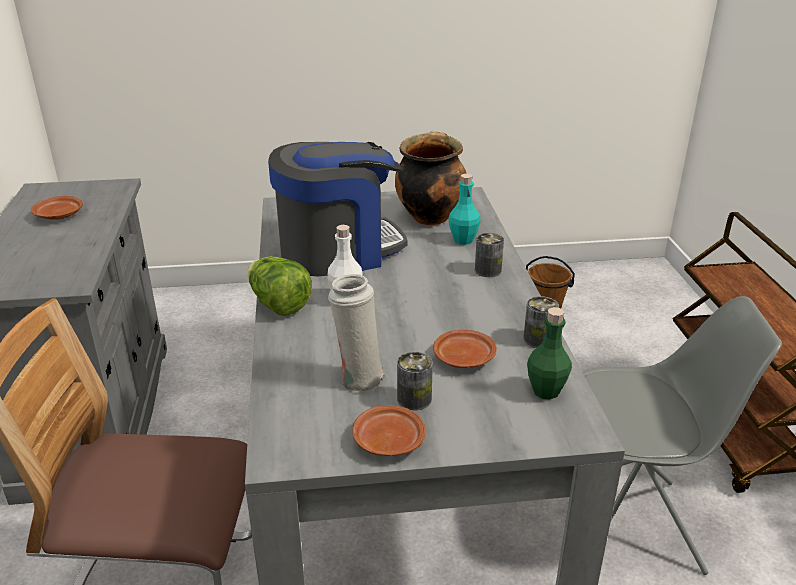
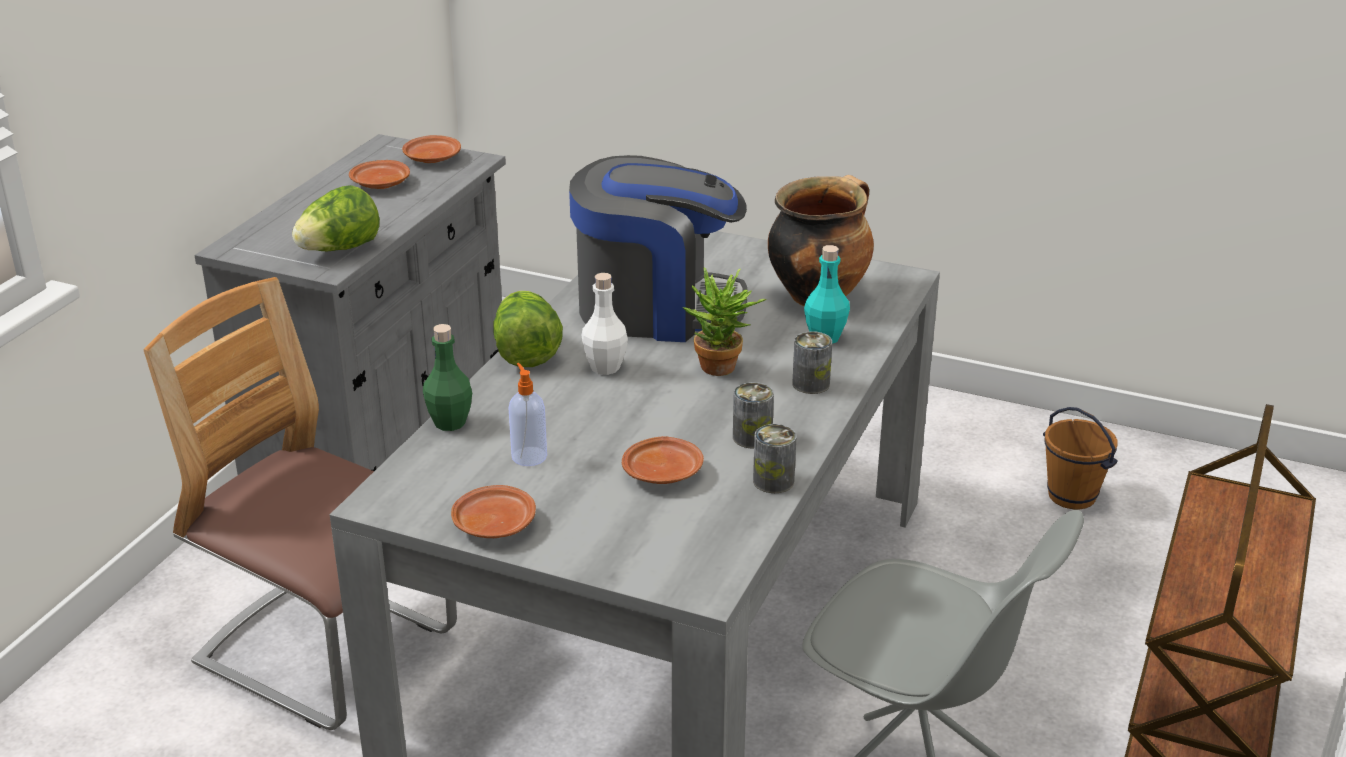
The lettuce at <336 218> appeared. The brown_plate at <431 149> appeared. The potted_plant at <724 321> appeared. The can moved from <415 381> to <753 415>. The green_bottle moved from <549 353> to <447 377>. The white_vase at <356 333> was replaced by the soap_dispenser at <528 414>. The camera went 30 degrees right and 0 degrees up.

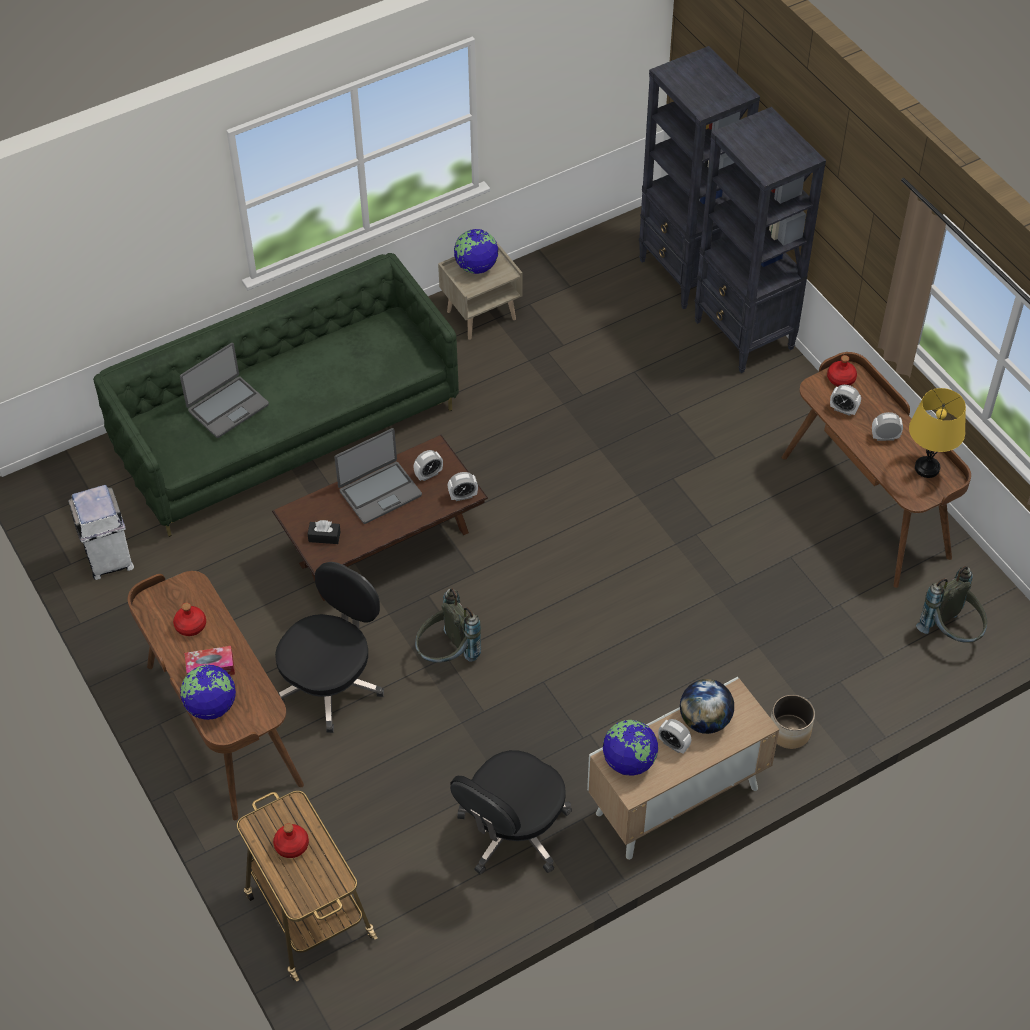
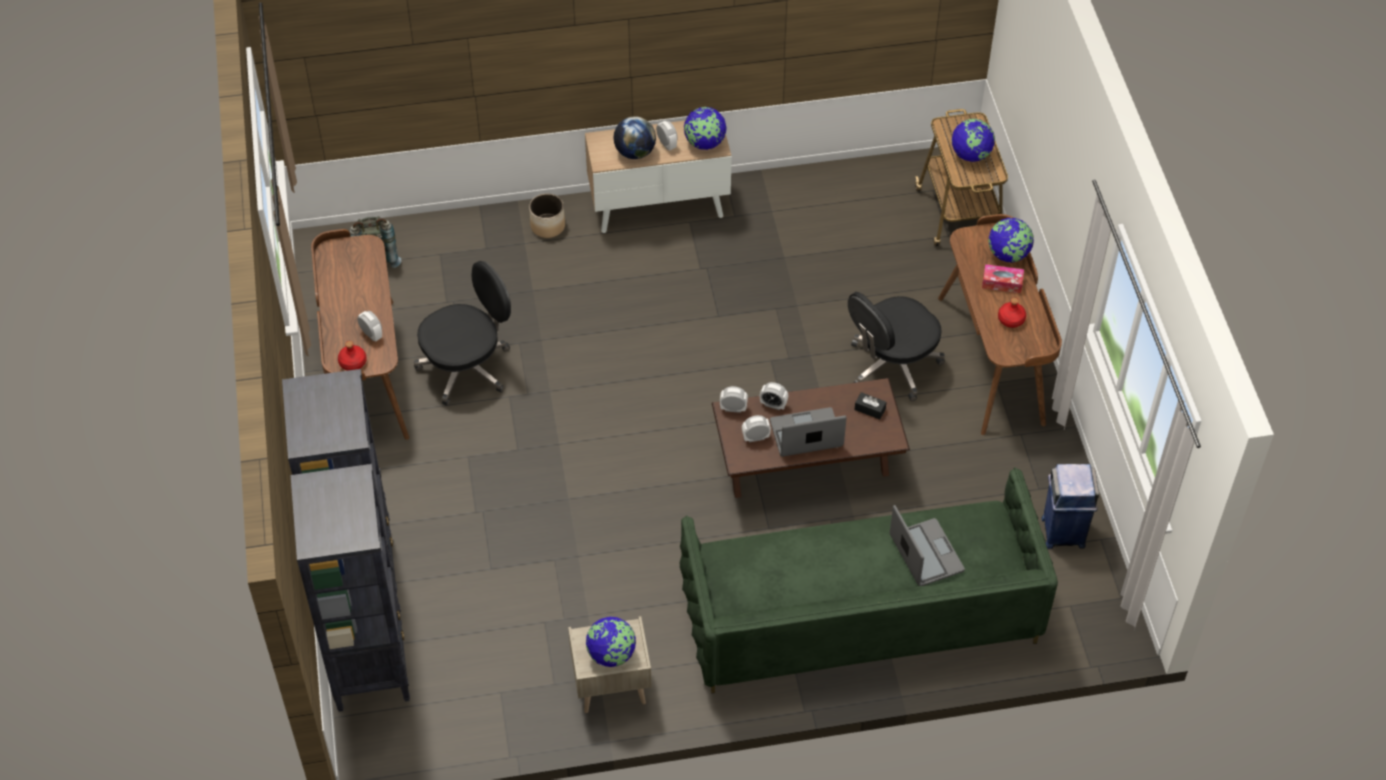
The grey_backpack at <448 625> disappeared. The yellow_table_lamp at <937 433> disappeared. The black_office_chair moved from <511 812> to <462 333>. The alarm_clock moved from <887 426> to <774 396>. The red_bottle at <291 840> was replaced by the globe at <973 140>. The white_trash_can at <101 532> became the blue_trash_can at <1070 506>. The laptop at <224 390> turned 90 degrees clockwise. The camera went 160 degrees left and 0 degrees up.

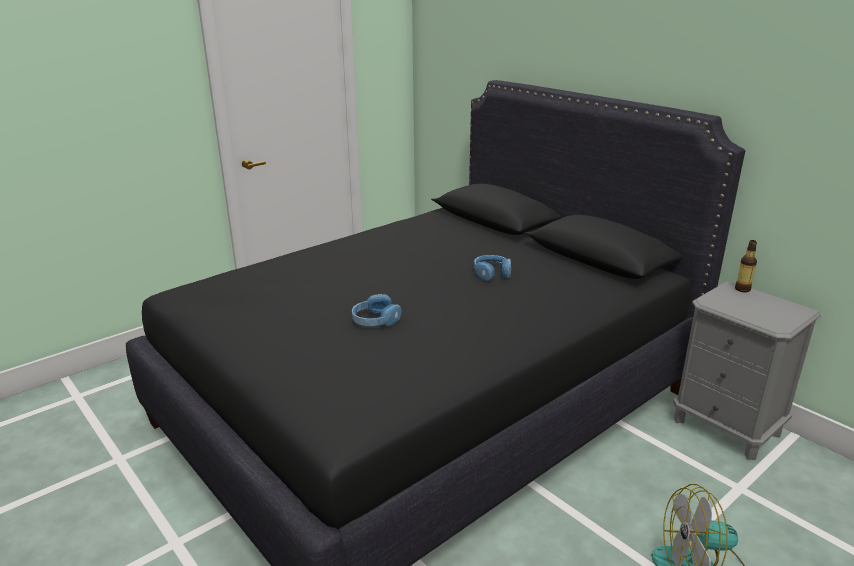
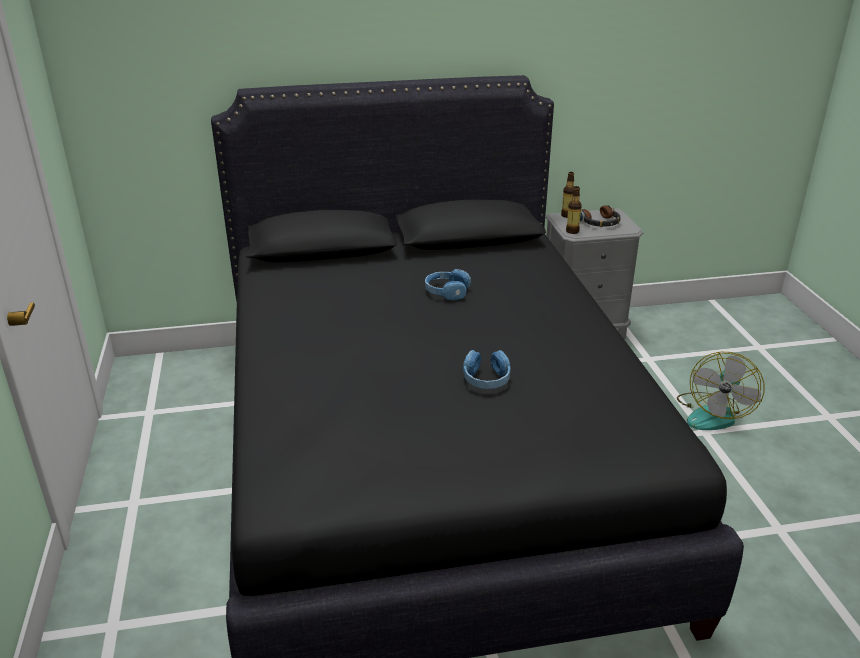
The bottle at <574 210> appeared. The headphones at <600 216> appeared. The camera went 60 degrees left and 5 degrees up.

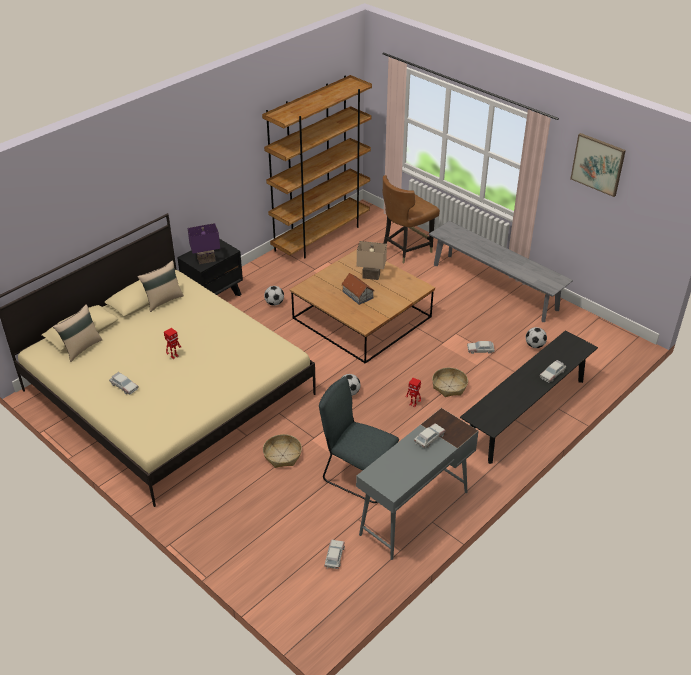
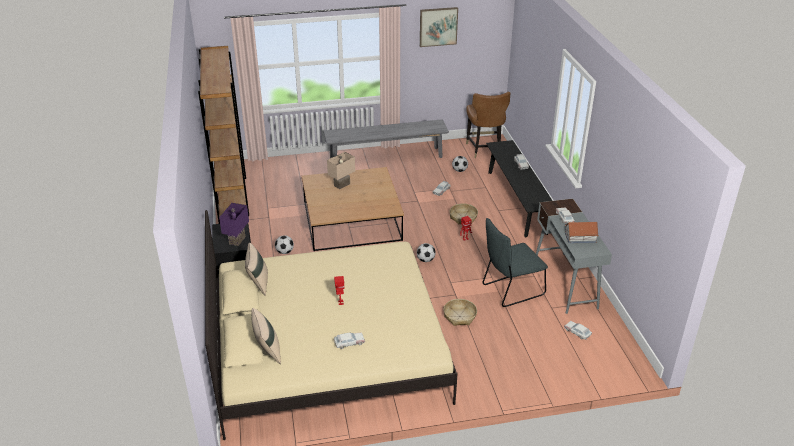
The toy_house moved from <358 289> to <582 232>. The brown_chair moved from <411 219> to <488 125>. The camera went 55 degrees left and 5 degrees down.

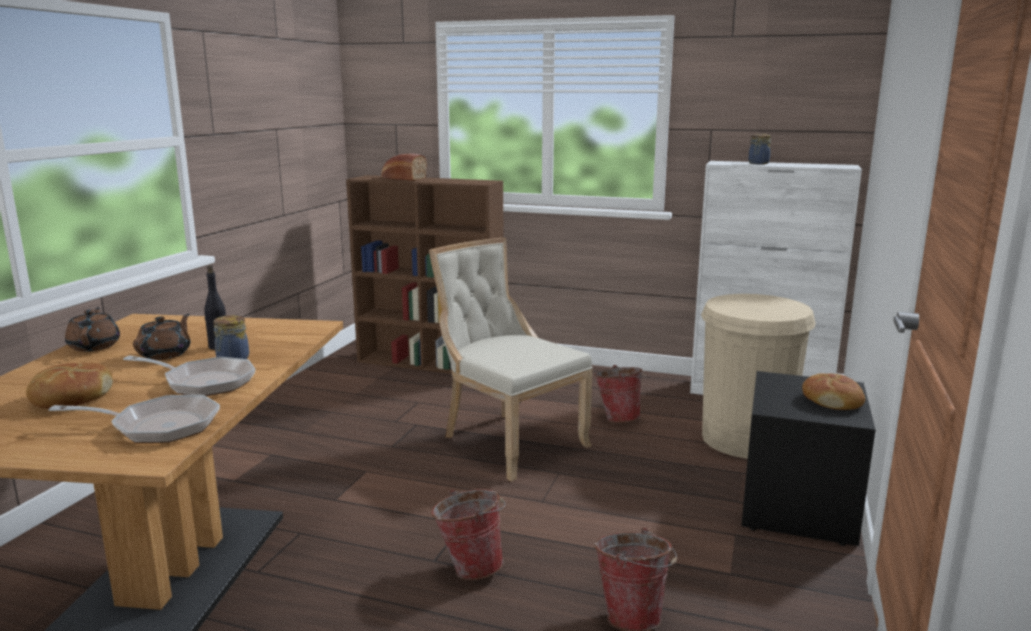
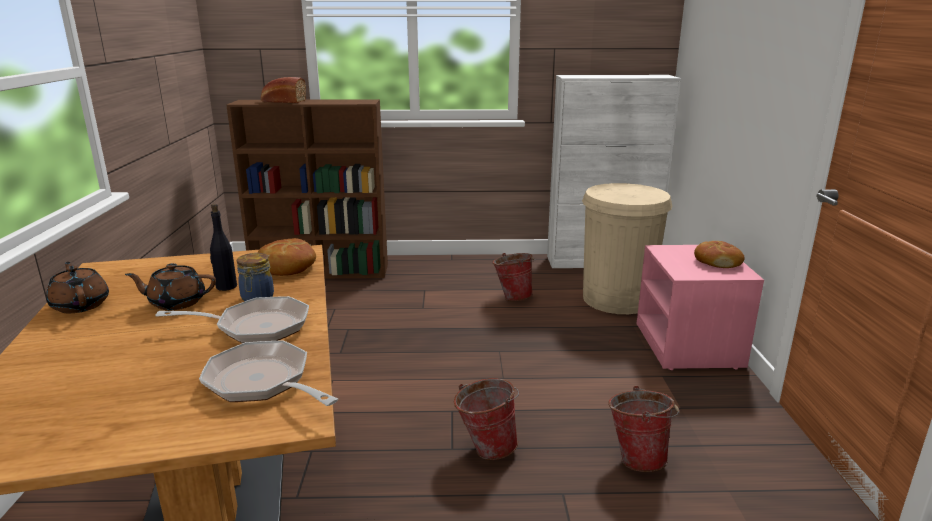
The beige_chair at <511 360> disappeared. The jar at <759 149> disappeared. The bread moved from <69 386> to <286 257>. The black_nightstand at <808 458> became the pink_nightstand at <700 307>. The frying_pan at <134 419> turned 120 degrees counterclockwise. The brown_teapot at <161 337> turned 90 degrees counterclockwise. The camera went 20 degrees left and 5 degrees up.

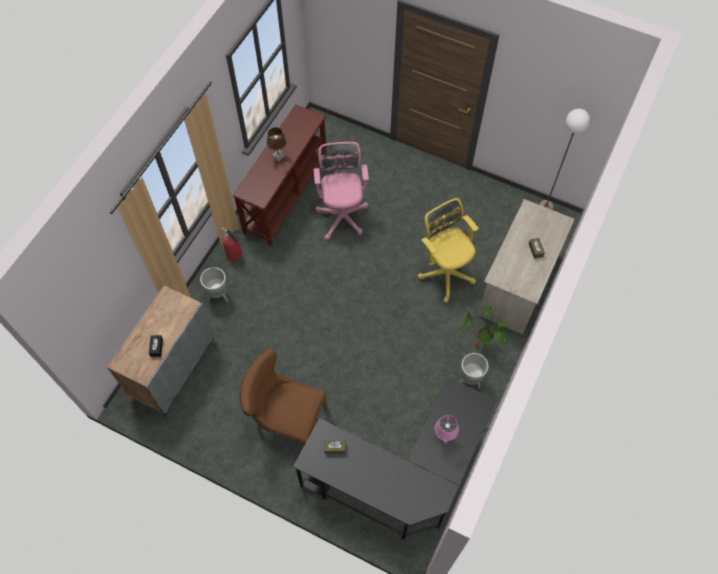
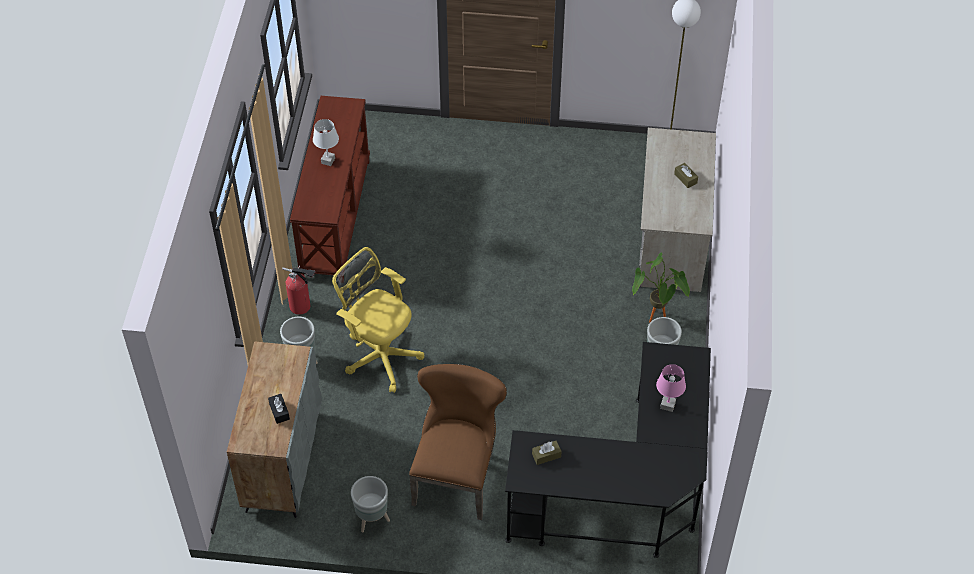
The pink_office_chair at <341 191> disappeared. The grey_planter at <370 504> appeared. The yellow_office_chair moved from <448 250> to <378 320>. The brown_table_lamp at <277 144> became the white_table_lamp at <326 142>. The brown_chair at <284 397> turned 105 degrees clockwise. The camera went 20 degrees left and 10 degrees down.

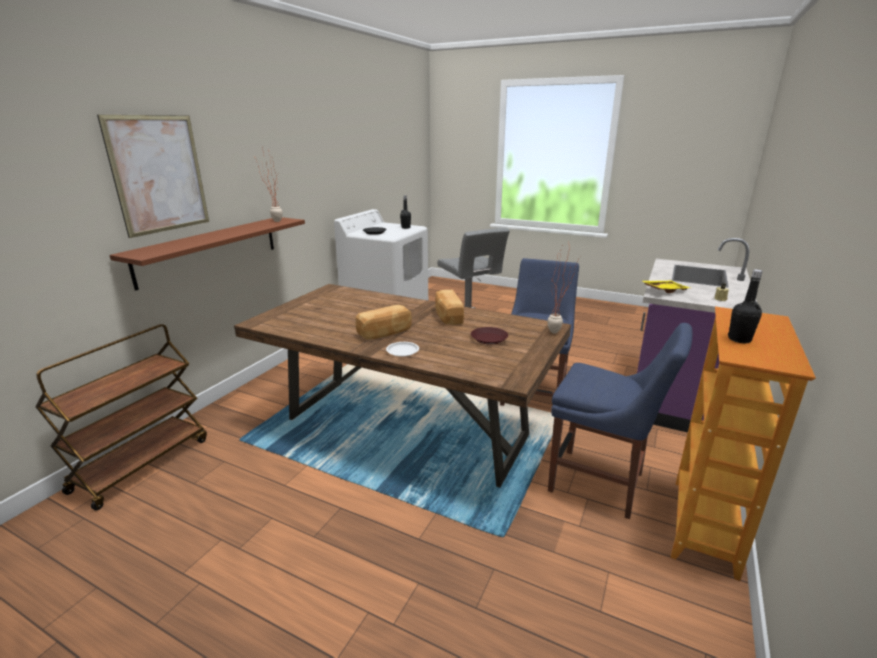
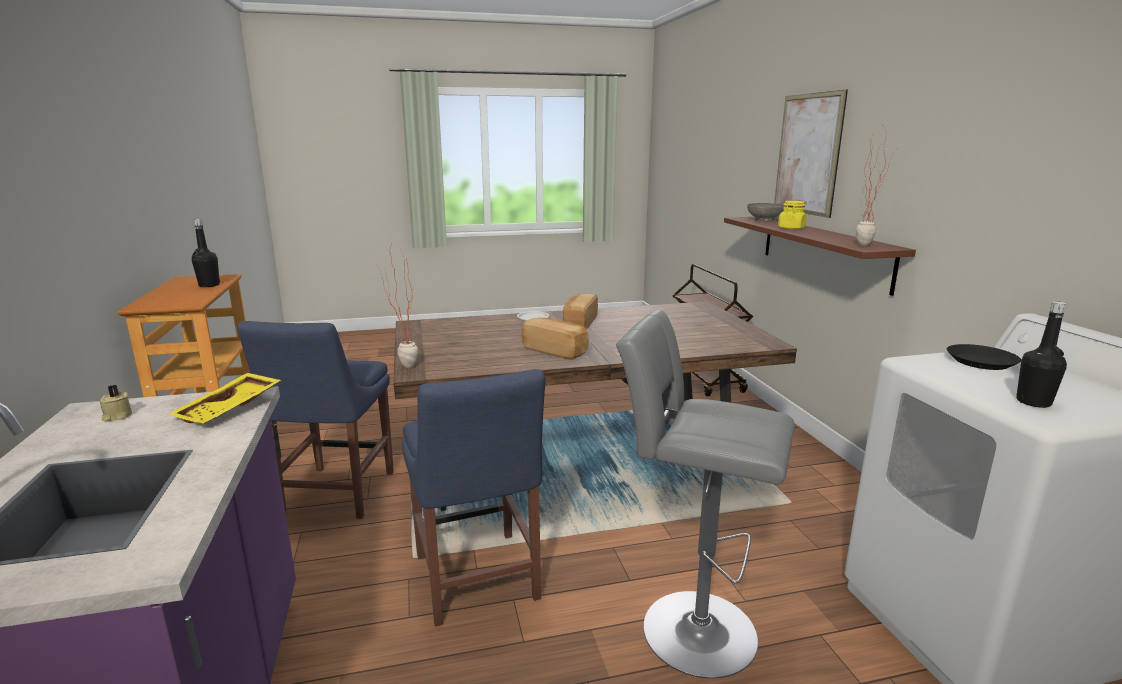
The brown_plate at <489 336> disappeared. The grey_bowl at <765 212> appeared. The yellow_jar at <792 215> appeared. The blue_chair at <620 421> turned 75 degrees counterclockwise. The camera went 140 degrees right and 5 degrees down.

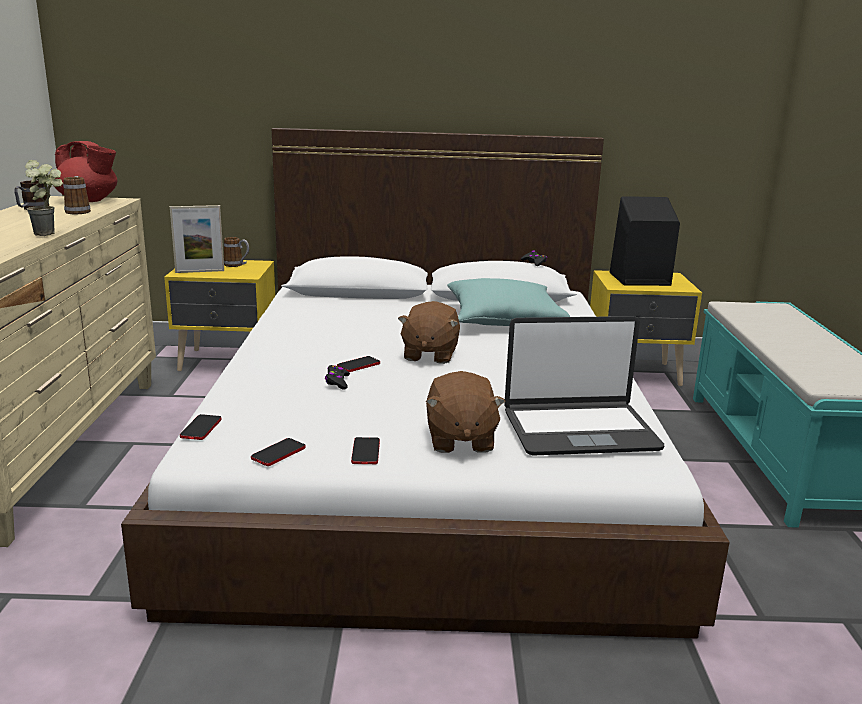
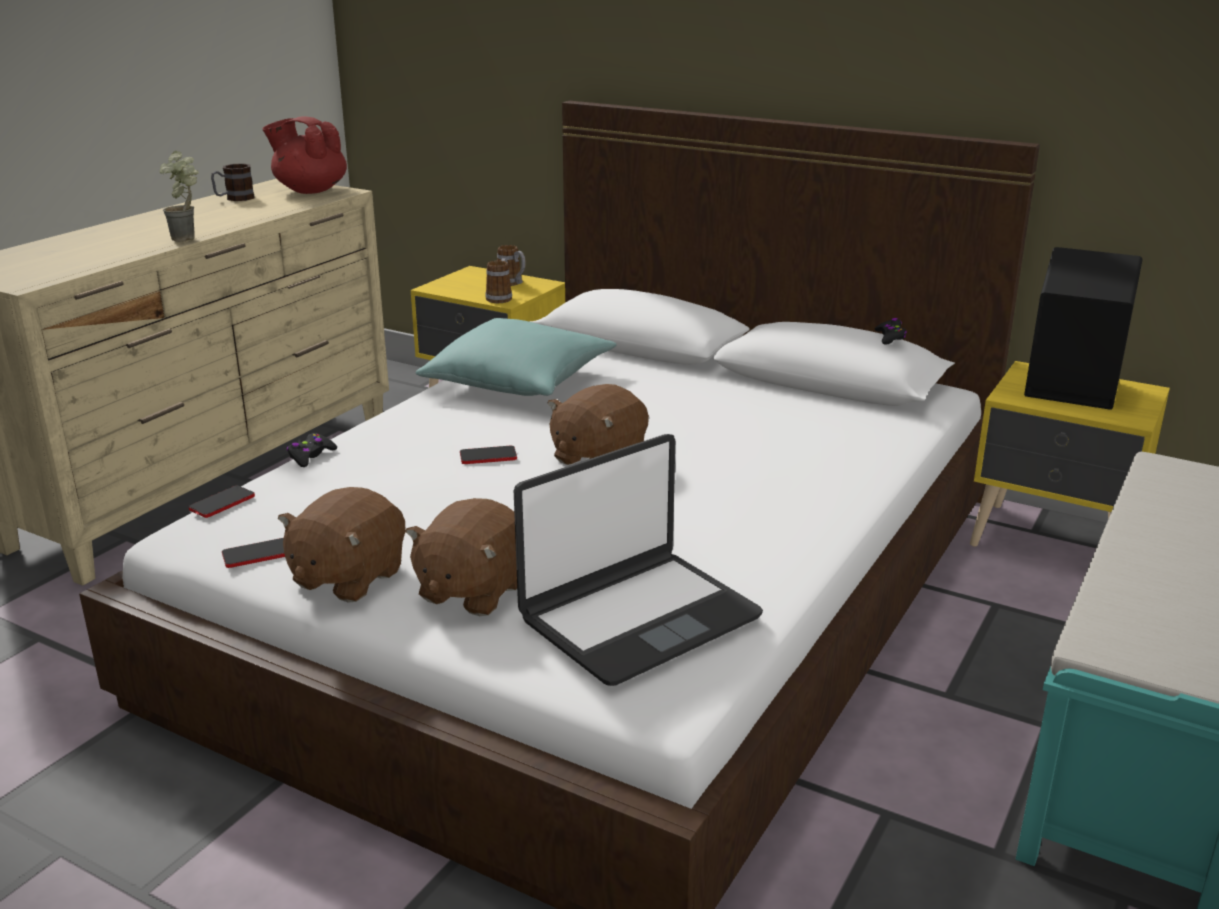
The picture_frame at <197 239> disappeared. The mug moved from <77 195> to <498 280>. The black_game_controller moved from <337 377> to <312 450>. The turquoise_pillow moved from <508 302> to <516 357>. The phone at <365 450> was replaced by the brown_plush_toy at <342 545>. The red_teapot at <86 171> turned 150 degrees clockwise. The laptop at <584 385> turned 60 degrees counterclockwise. The camera went 30 degrees right and 5 degrees up.

